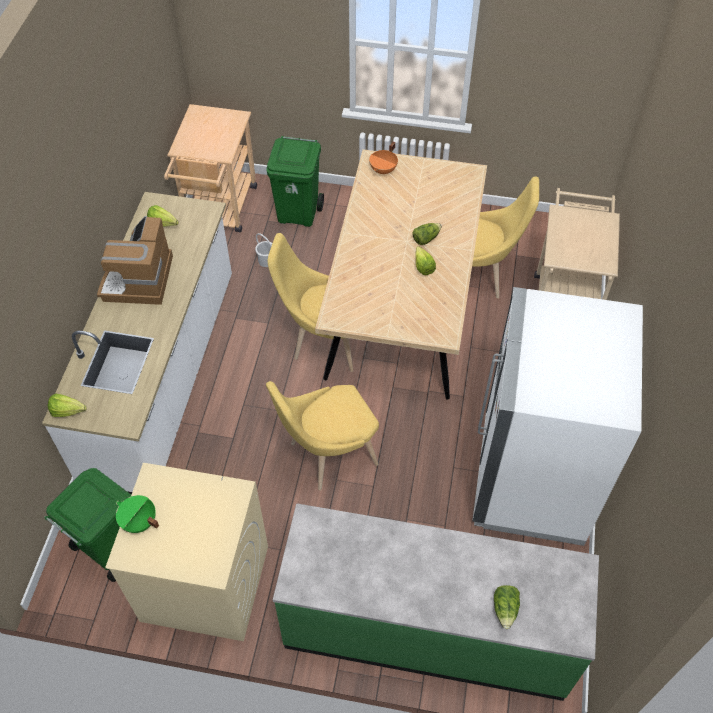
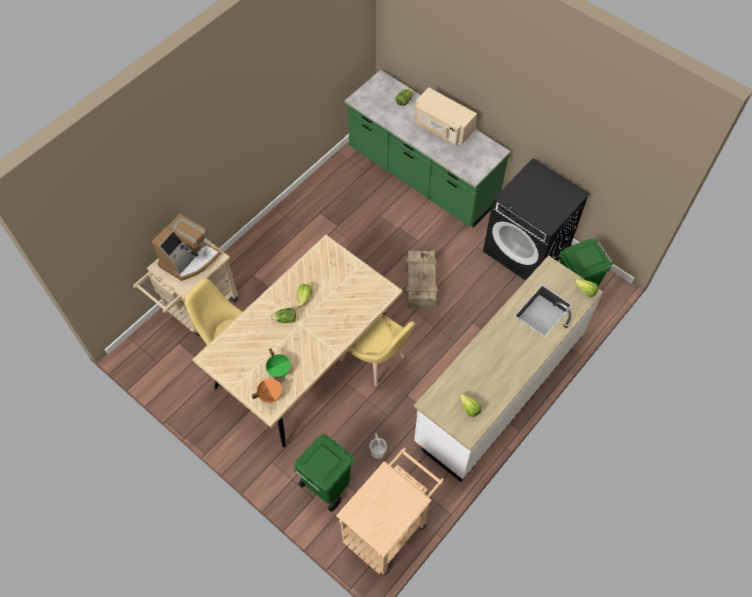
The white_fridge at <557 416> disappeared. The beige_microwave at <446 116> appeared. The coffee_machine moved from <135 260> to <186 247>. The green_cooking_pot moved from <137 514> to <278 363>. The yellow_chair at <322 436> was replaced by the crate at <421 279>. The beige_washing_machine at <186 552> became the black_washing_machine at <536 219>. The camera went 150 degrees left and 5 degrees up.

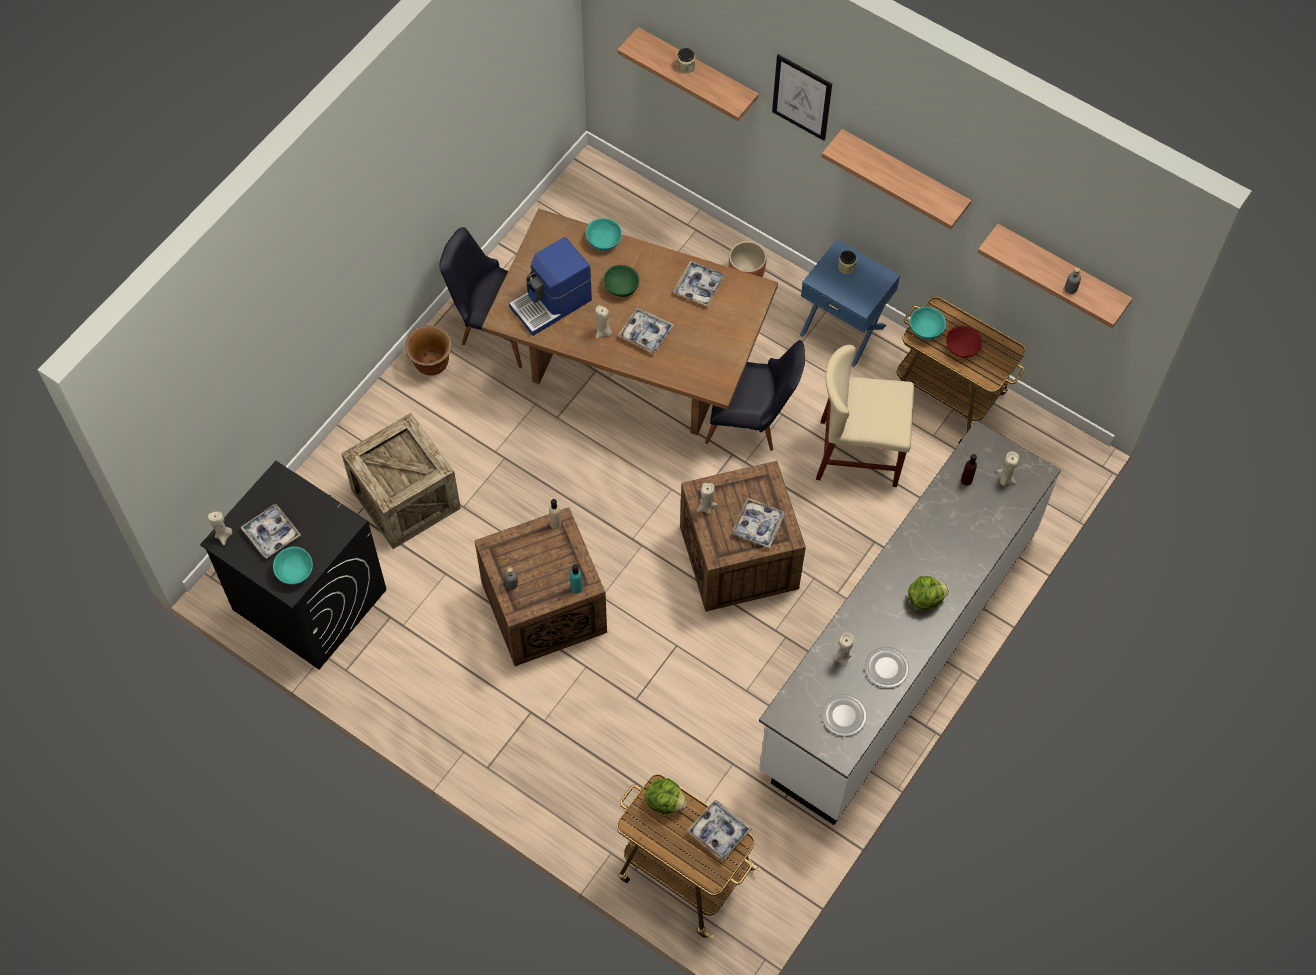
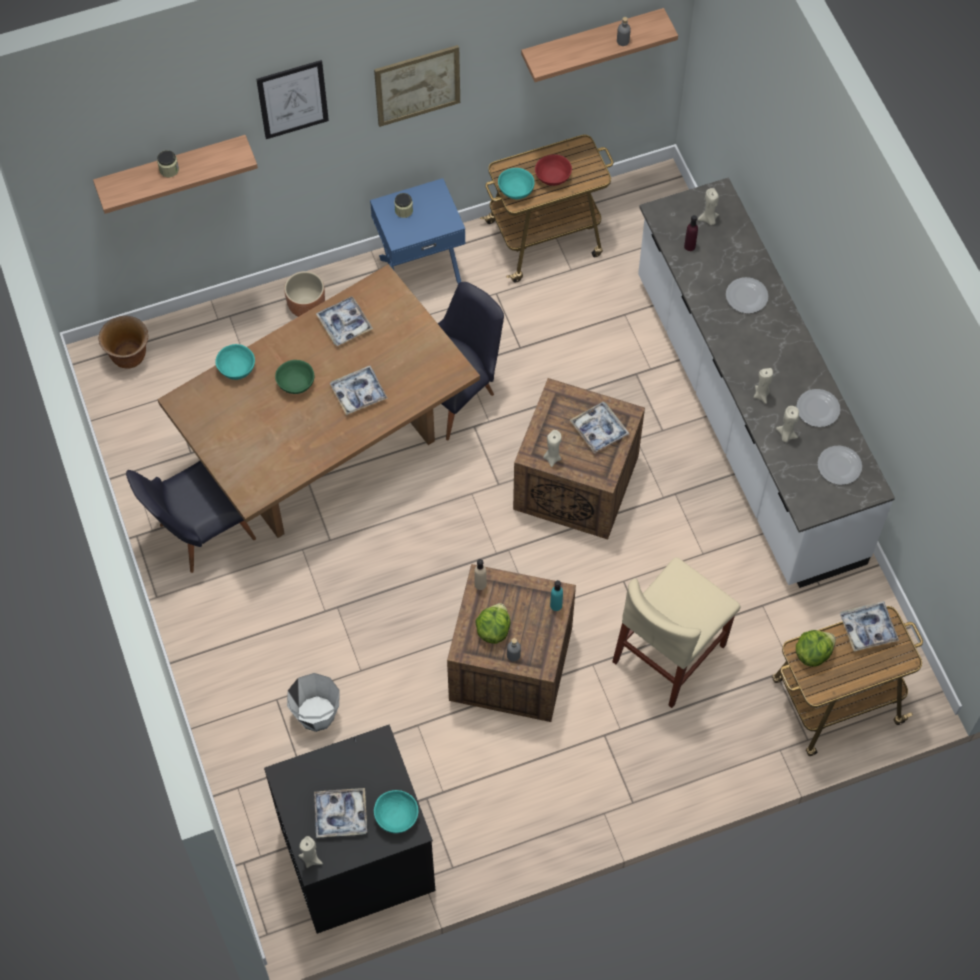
The coffee_machine at <550 286> disappeared. The plate at <747 295> appeared. The brown_planter moved from <428 350> to <123 342>. The beige_candle moved from <603 322> to <763 386>. The beige_chair moved from <865 416> to <676 632>. The lettuce moved from <928 593> to <493 623>. The crate at <401 481> was replaced by the white_bucket at <313 702>. The shelf at <896 179> was replaced by the picture at <417 86>. The camera went 55 degrees left and 0 degrees up.

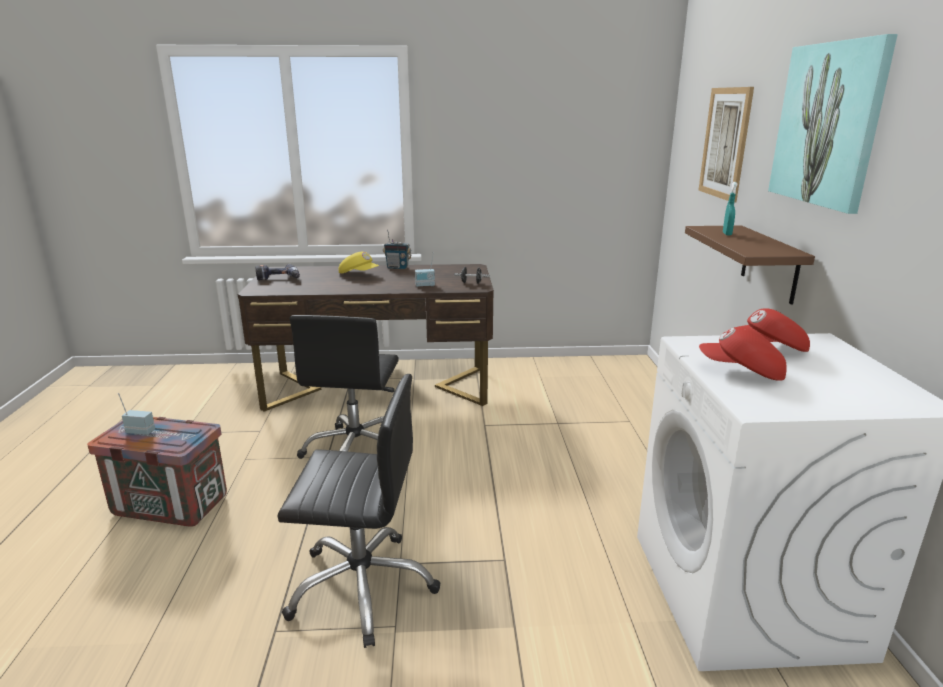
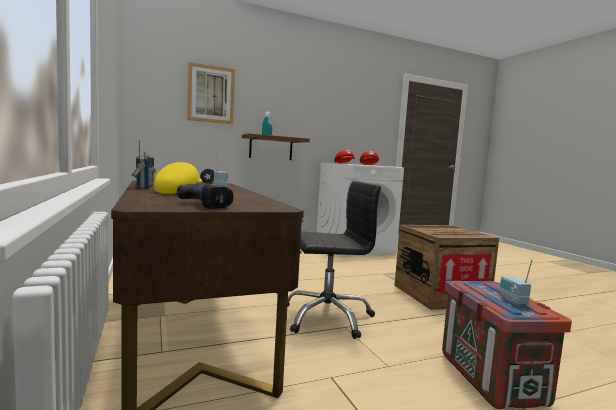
The picture at <833 124> disappeared. The black_office_chair at <358 511> was replaced by the crate at <446 267>. The camera went 110 degrees left and 15 degrees down.

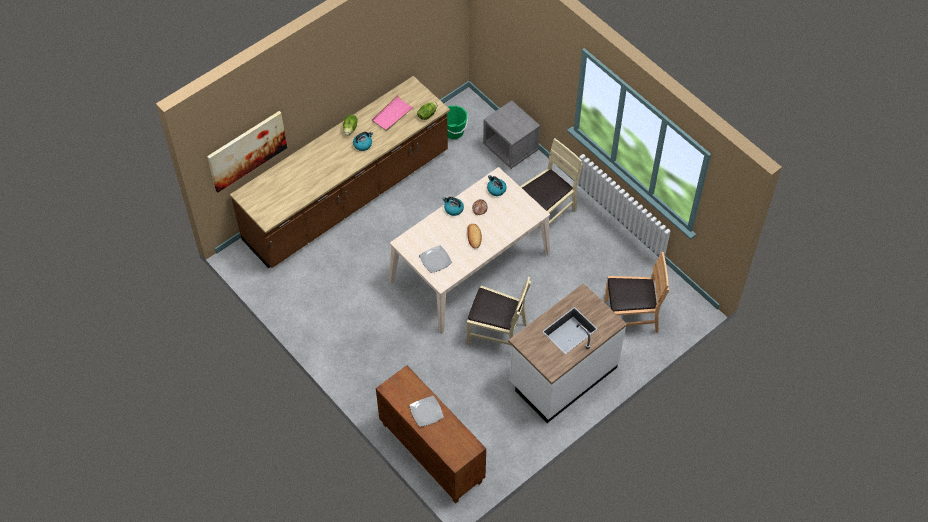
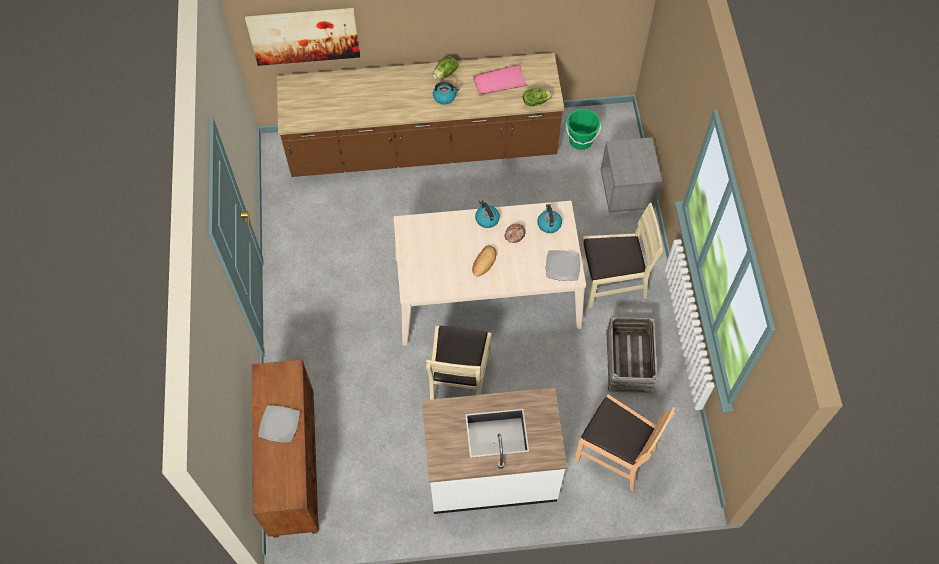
The crate at <632 355> appeared. The plate moved from <435 259> to <563 265>. The beige_chair at <499 311> turned 45 degrees clockwise. The camera went 35 degrees right and 5 degrees up.

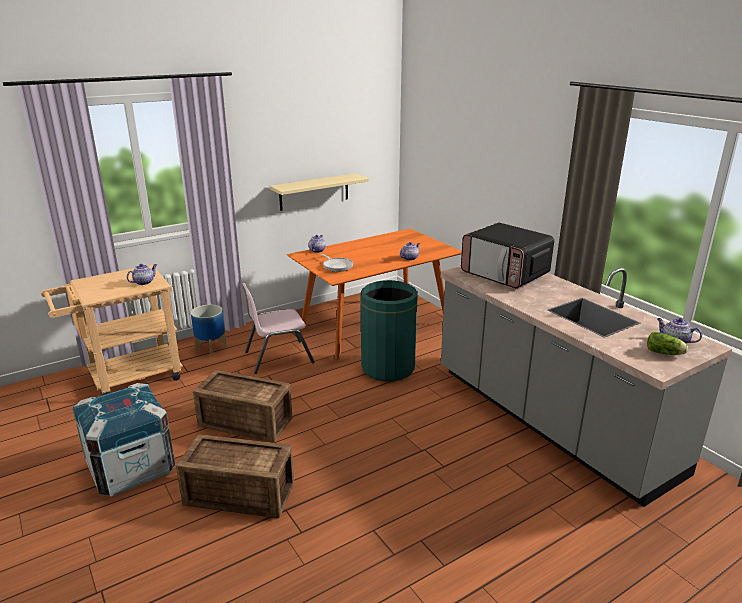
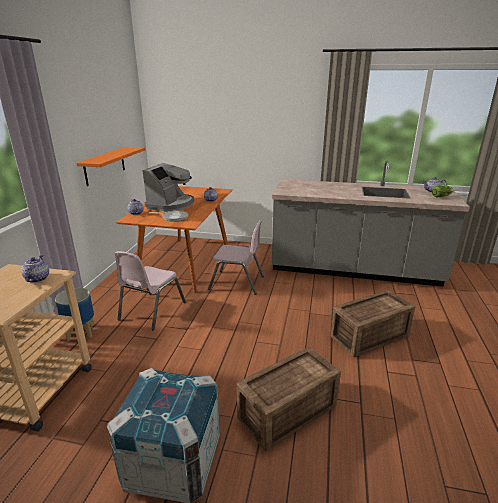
The microwave at <507 255> disappeared. The coffee_machine at <168 187> appeared. The crate moved from <242 406> to <372 323>. The green_trash_can at <389 331> was replaced by the pink_chair at <236 257>. The beige_shelf at <319 192> became the orange_shelf at <111 166>. The camera went 45 degrees left and 0 degrees up.

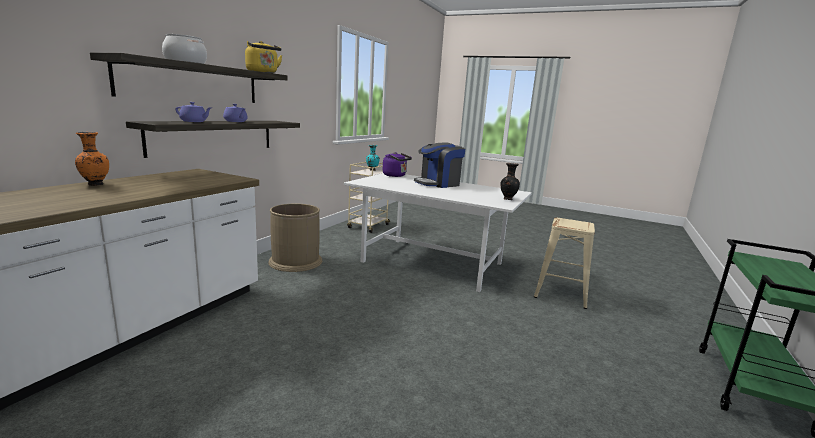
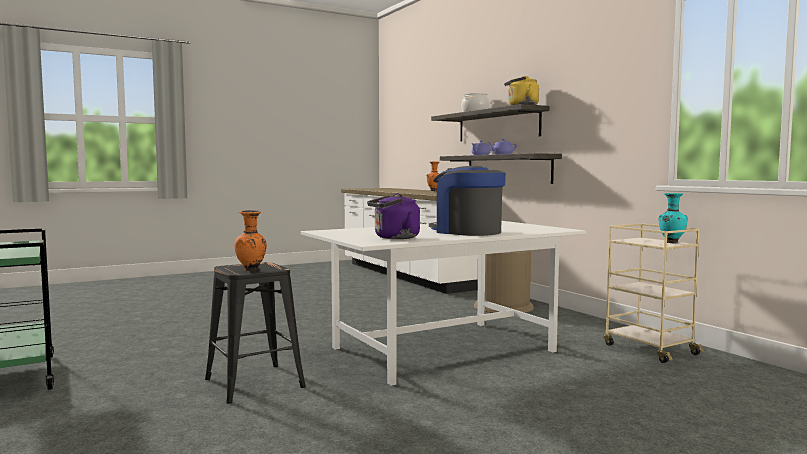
The black_vase at <510 181> disappeared. The orange_vase at <250 241> appeared. The purple_kettle moved from <397 164> to <393 216>. The beige_stool at <564 263> became the black_stool at <255 333>. The coffee_machine at <439 165> turned 45 degrees counterclockwise. The camera went 125 degrees right and 10 degrees down.

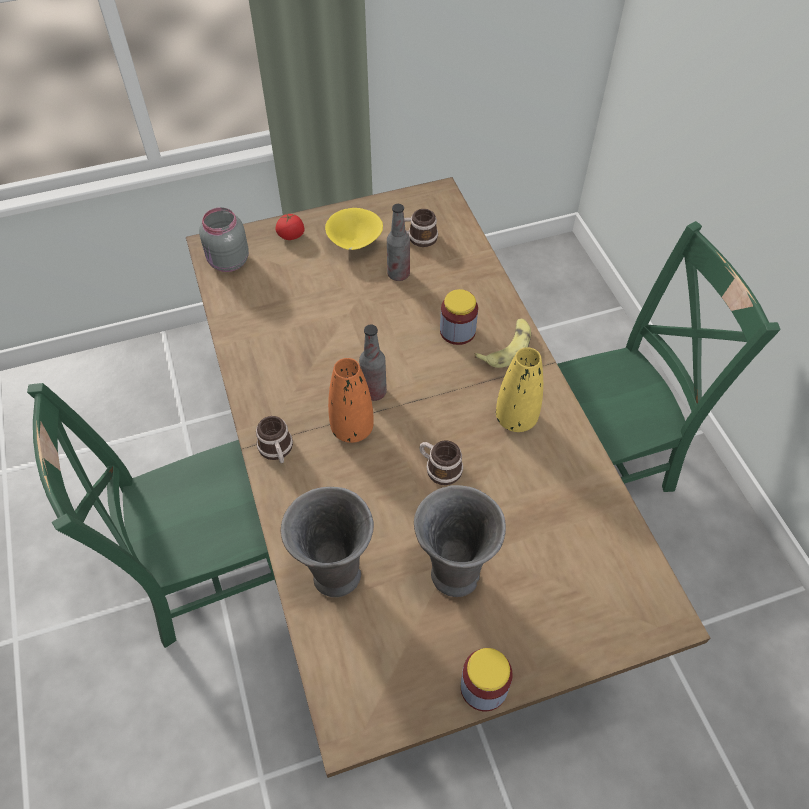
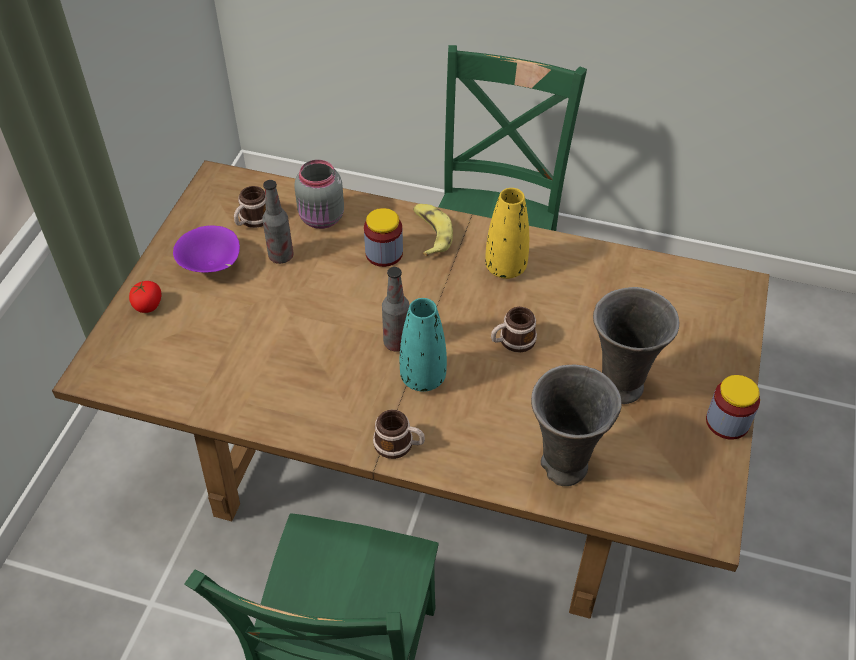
The grey_jar moved from <224 239> to <319 194>. The yellow_bowl at <354 229> became the purple_bowl at <206 249>. The orange_vase at <351 400> became the turquoise_vase at <423 345>. The camera went 55 degrees left and 5 degrees down.

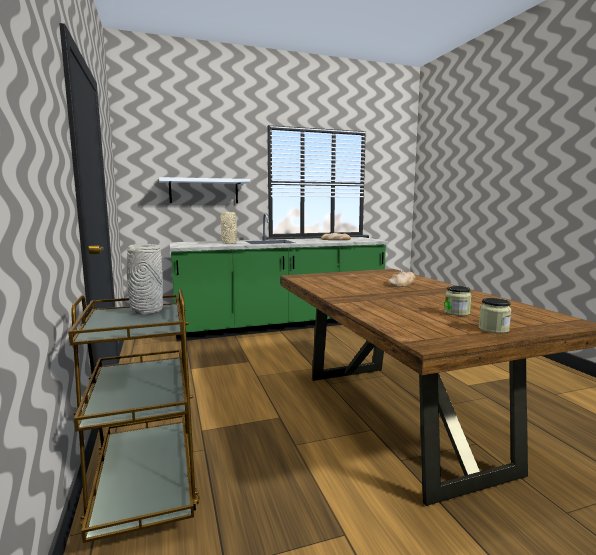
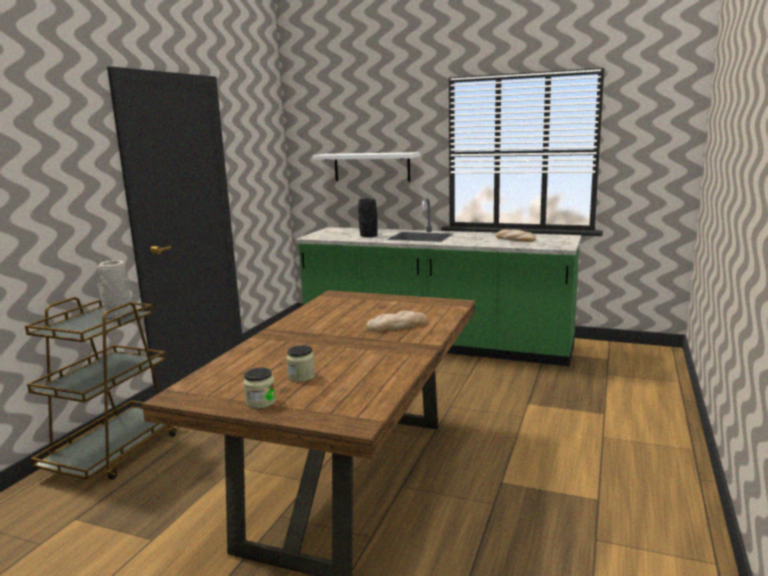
The beige_vase at <229 228> became the black_vase at <368 217>. The camera went 40 degrees right and 5 degrees up.

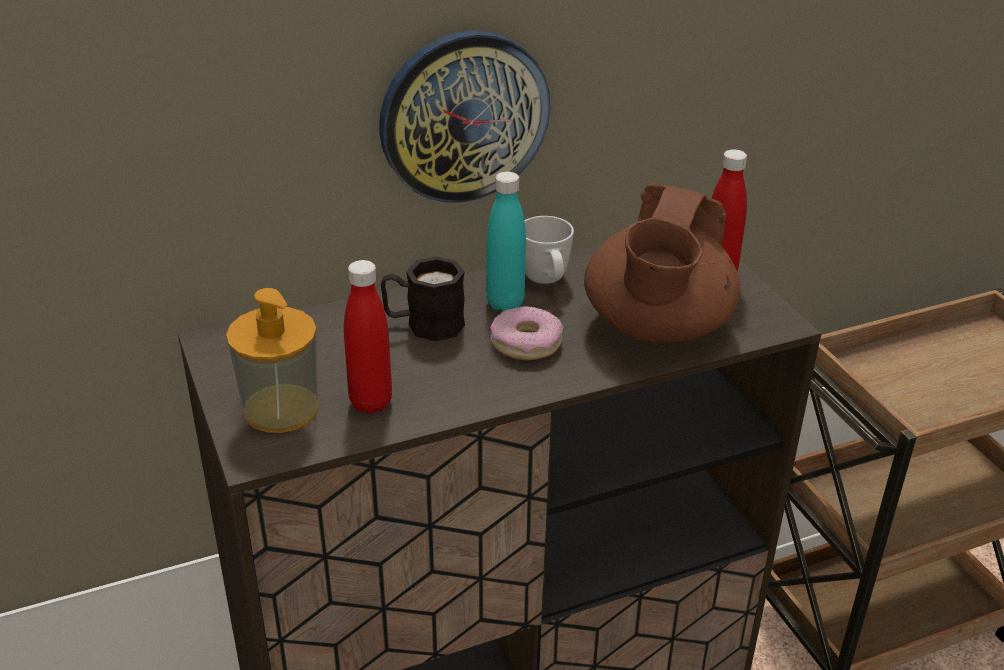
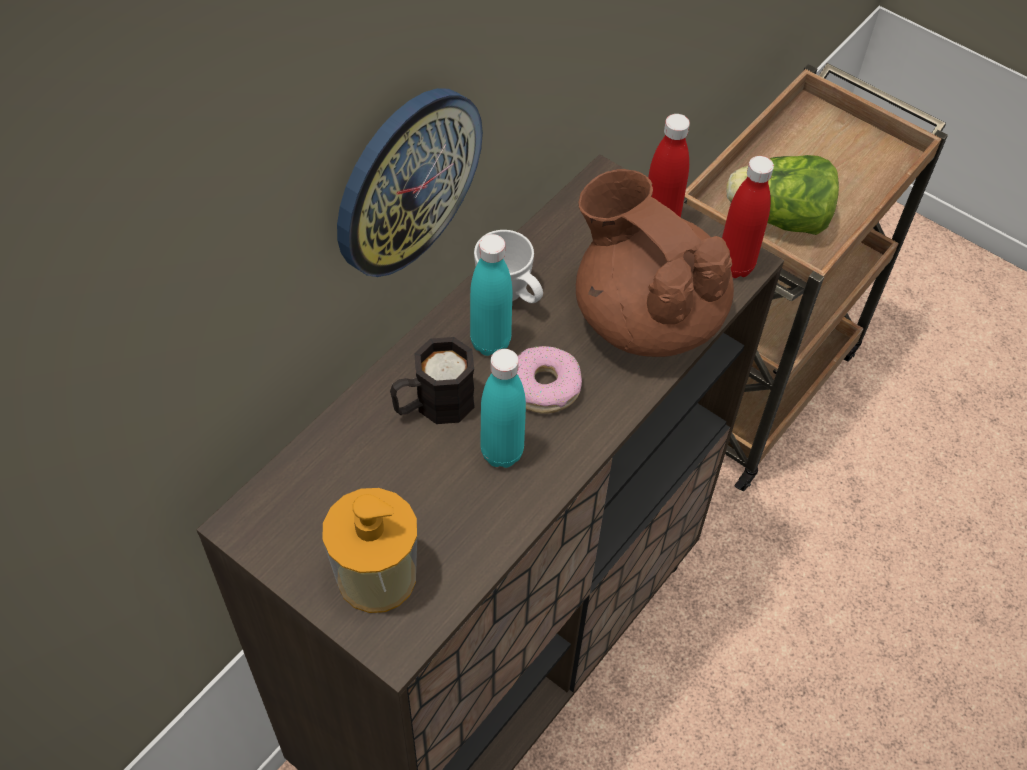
The turquoise_bottle at <503 408> appeared. The lettuce at <782 195> appeared. The red_bottle moved from <368 337> to <748 217>. The brown_teapot at <662 263> turned 150 degrees clockwise. The camera went 30 degrees left and 20 degrees up.

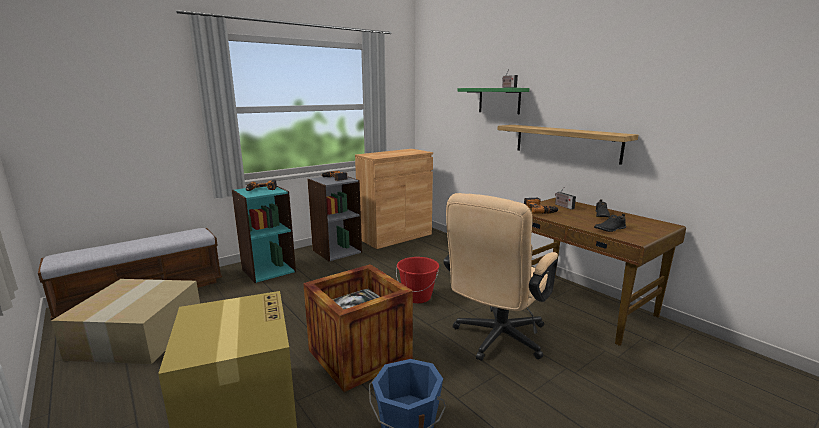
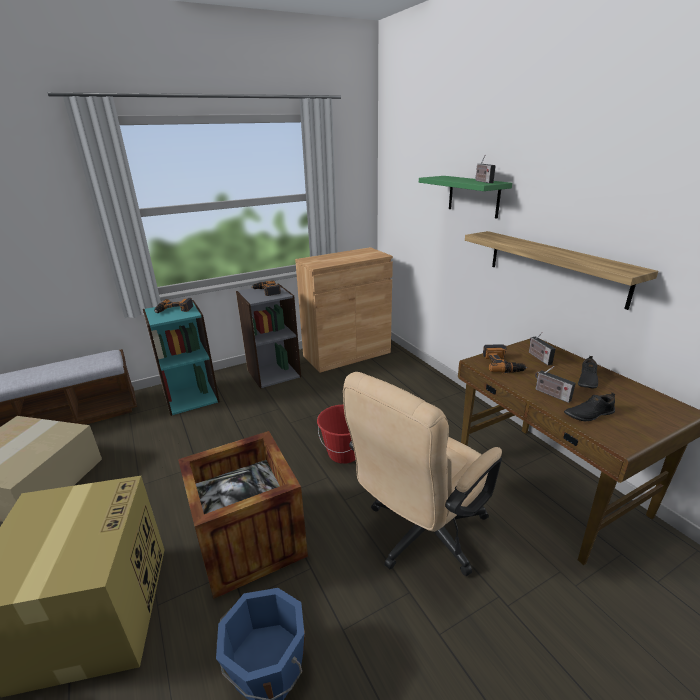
The radio at <555 384> appeared. The camera went 10 degrees right and 10 degrees up.

